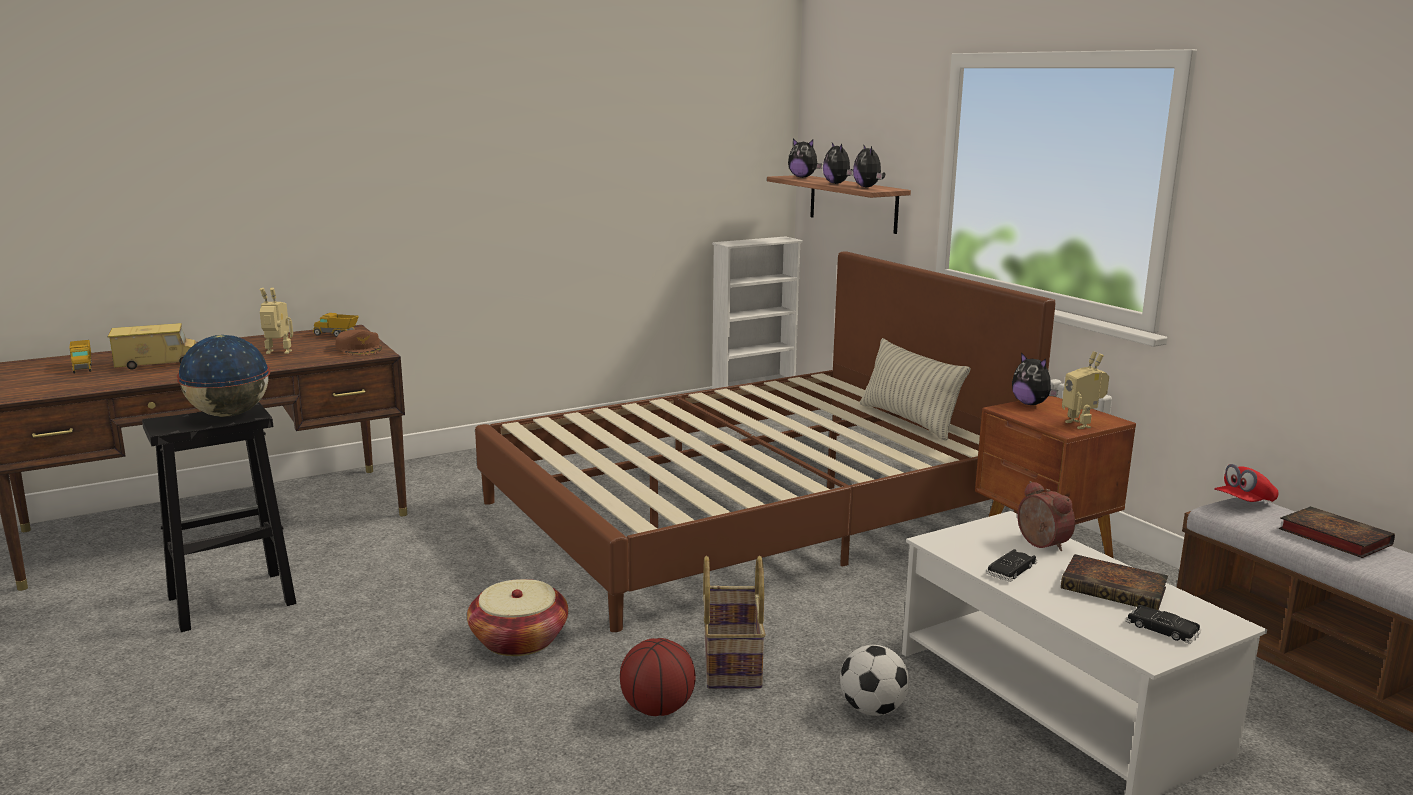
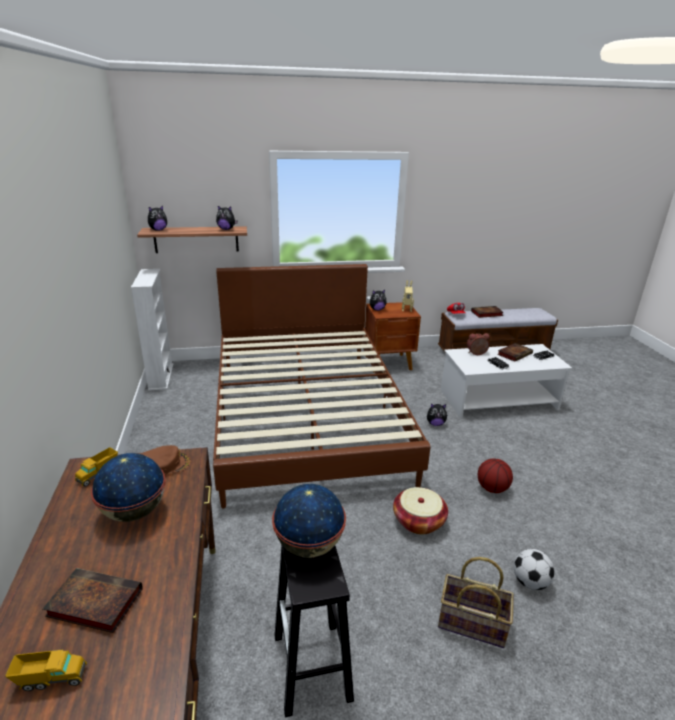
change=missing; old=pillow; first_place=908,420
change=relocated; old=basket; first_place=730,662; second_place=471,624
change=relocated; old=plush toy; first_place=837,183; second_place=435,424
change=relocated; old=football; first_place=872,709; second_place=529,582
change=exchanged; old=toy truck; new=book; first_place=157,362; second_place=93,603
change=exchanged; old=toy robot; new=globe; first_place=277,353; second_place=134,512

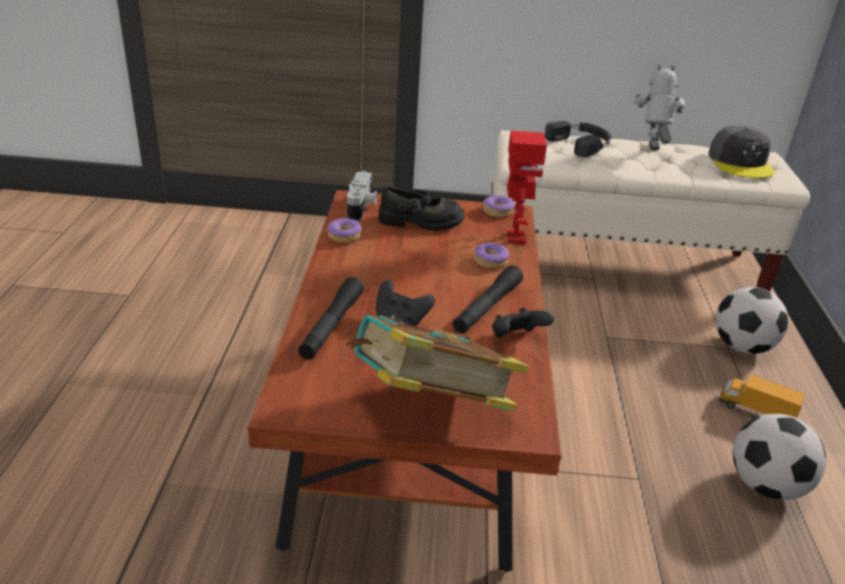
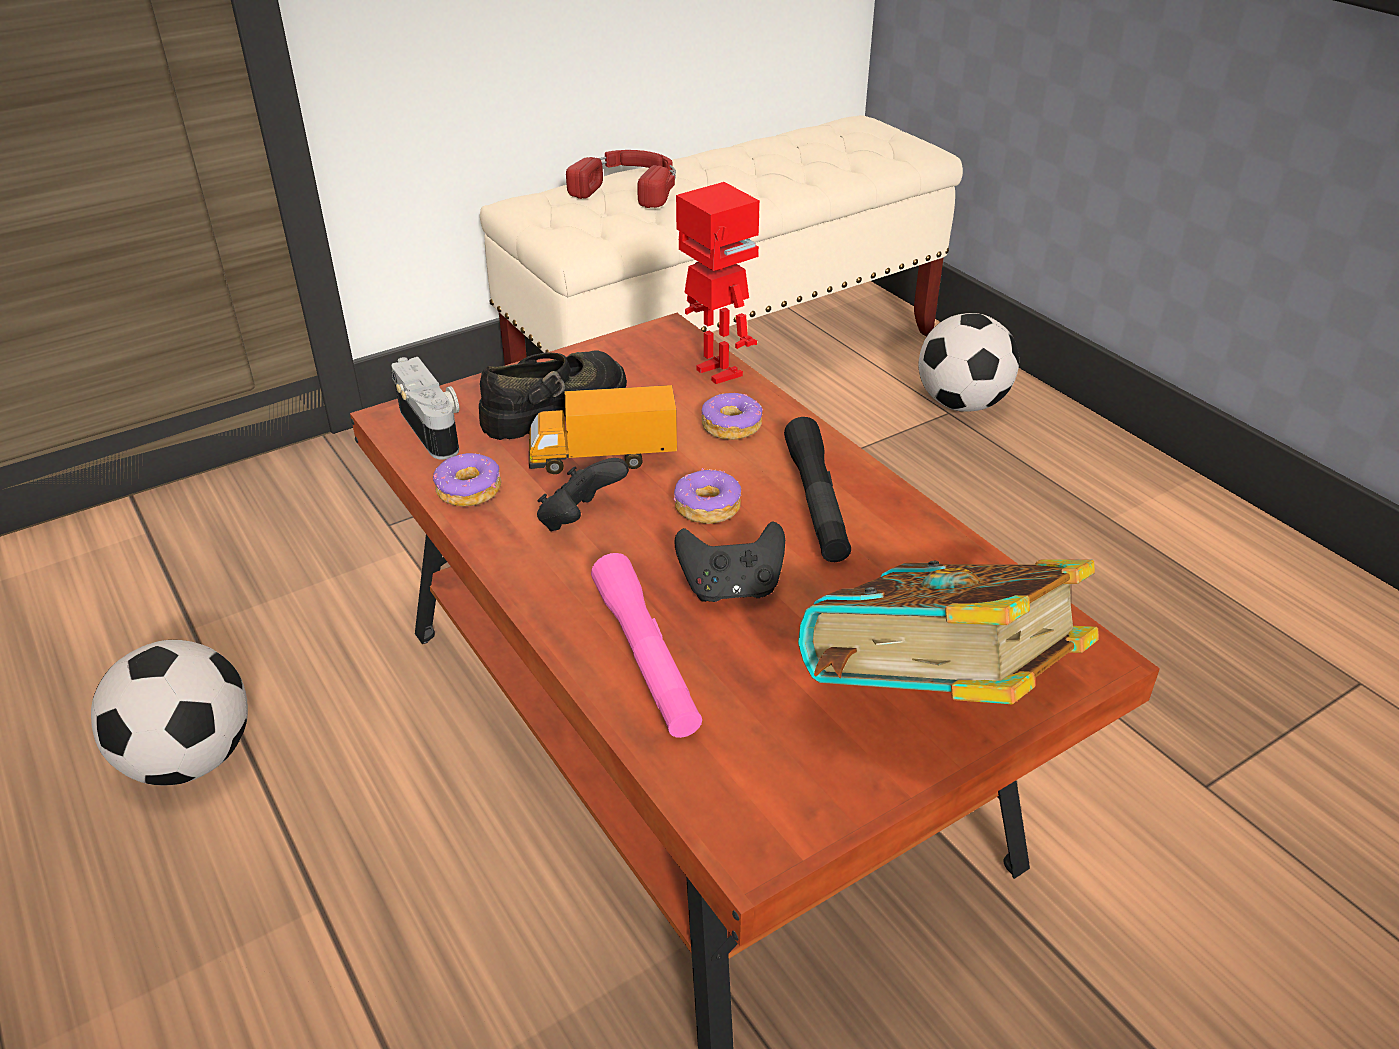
change=missing; old=toy robot; first_place=651,152
change=missing; old=cap (grey); first_place=740,163
change=relocated; old=donut; first_place=497,211; second_place=707,507
change=relocated; old=game controller (black); first_place=516,338; second_place=580,520
change=relocated; old=toy truck; first_place=755,411; second_place=603,459
change=relocated; old=football; first_place=765,485; second_place=190,759
change=colour; old=flashlight (black); new=flashlight (pink); first_place=331,326; second_place=646,657
change=colour; old=headphones (black); new=headphones (red); first_place=581,144; second_place=629,187

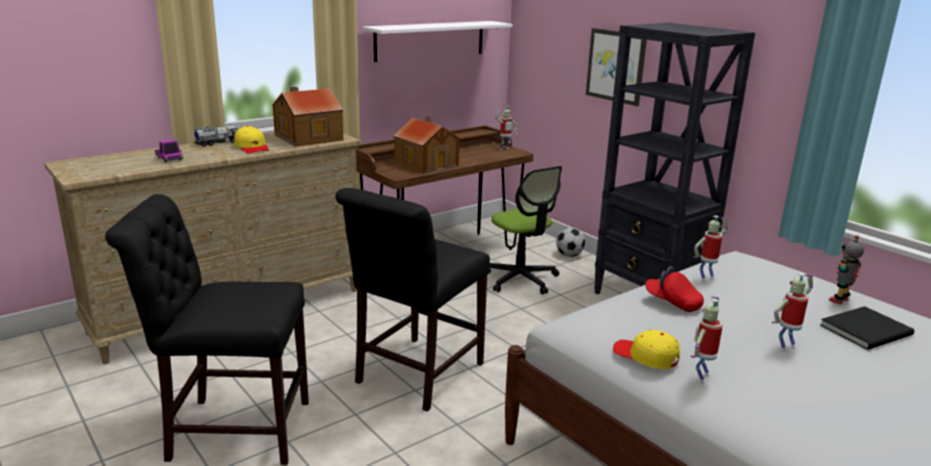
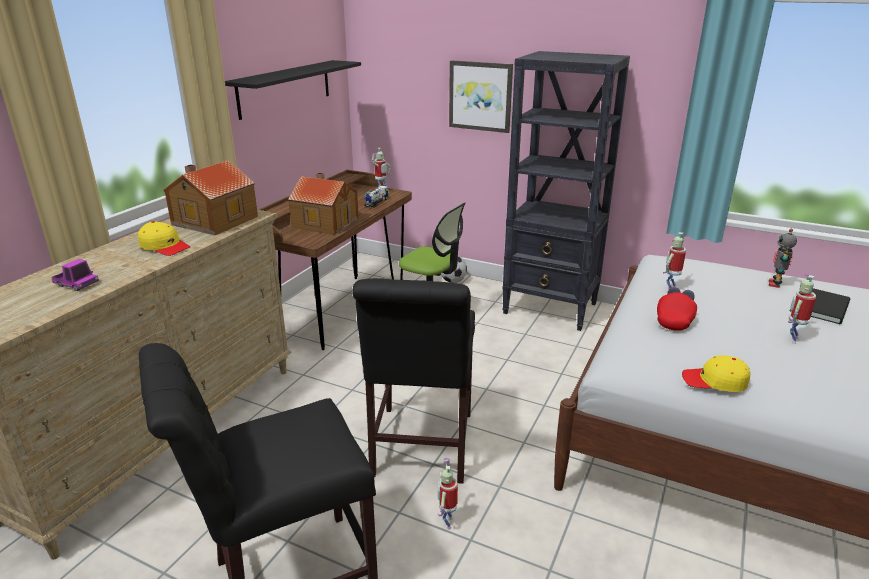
change=relocated; old=toy truck; first_place=217,143; second_place=376,202
change=relocated; old=toy robot; first_place=700,377; second_place=447,522
change=colour; old=shelf (white); new=shelf (black); first_place=430,40; second_place=285,88
change=spun; old=cap (red); first_place=672,302; second_place=674,320; degrees=105

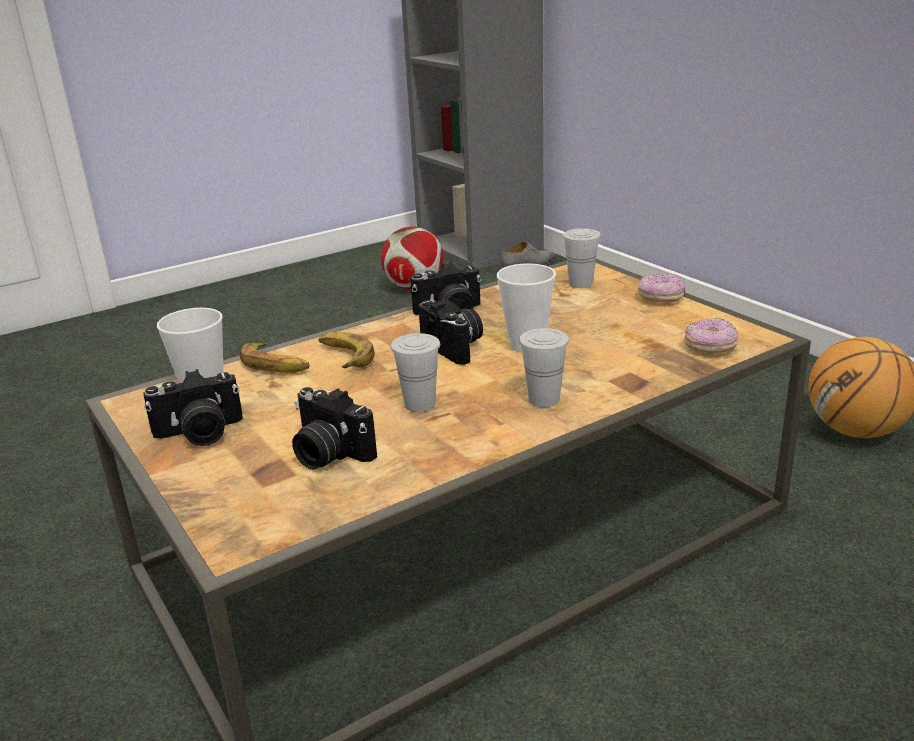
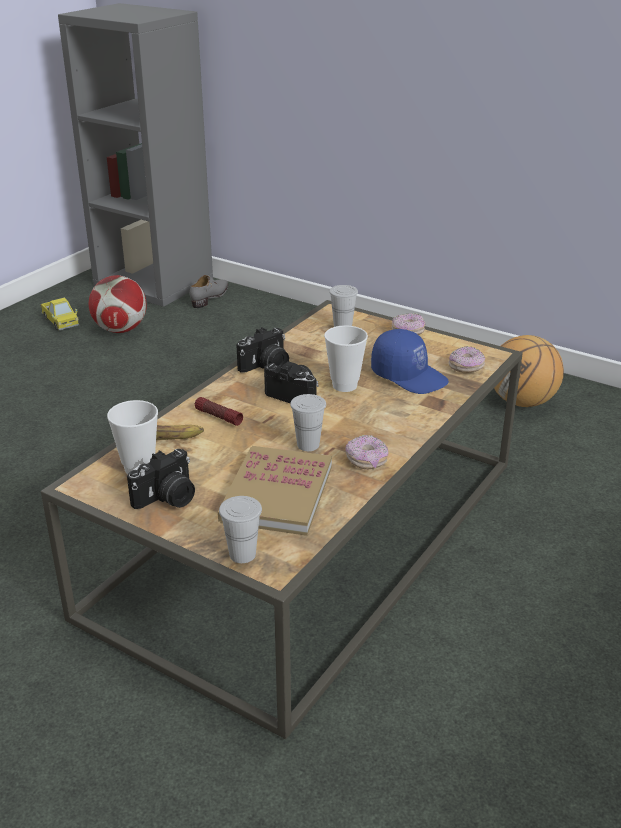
change=appeared; new=toy truck; second_place=60,322
change=appeared; new=donut; second_place=366,461
change=appeared; new=cap (blue); second_place=409,376
change=relocated; old=cup (white); first_place=544,399; second_place=242,554
change=exchanged; old=photo camera; new=book; first_place=328,454; second_place=277,494
change=exchanged; old=banana; new=flashlight; first_place=344,356; second_place=218,417

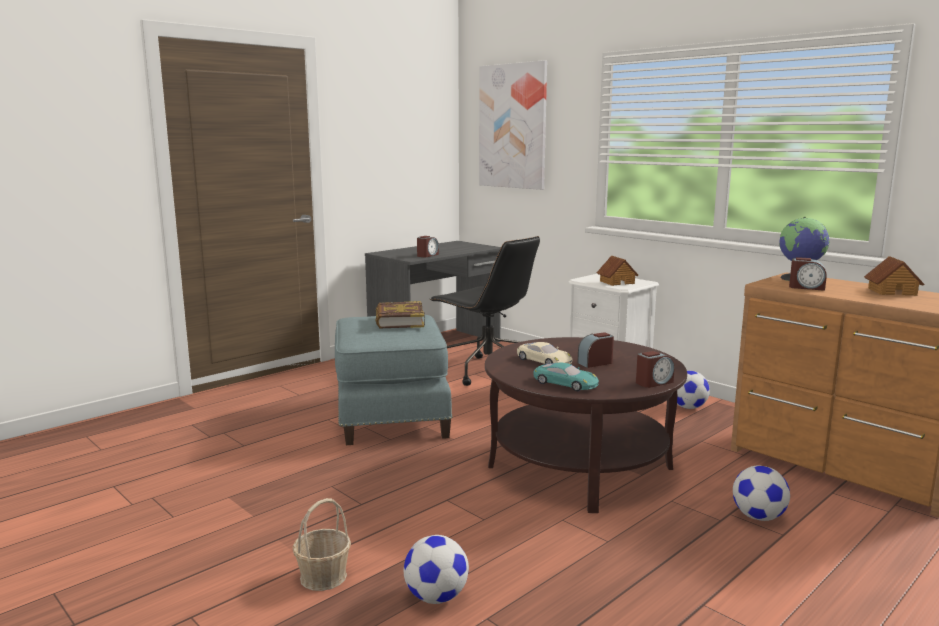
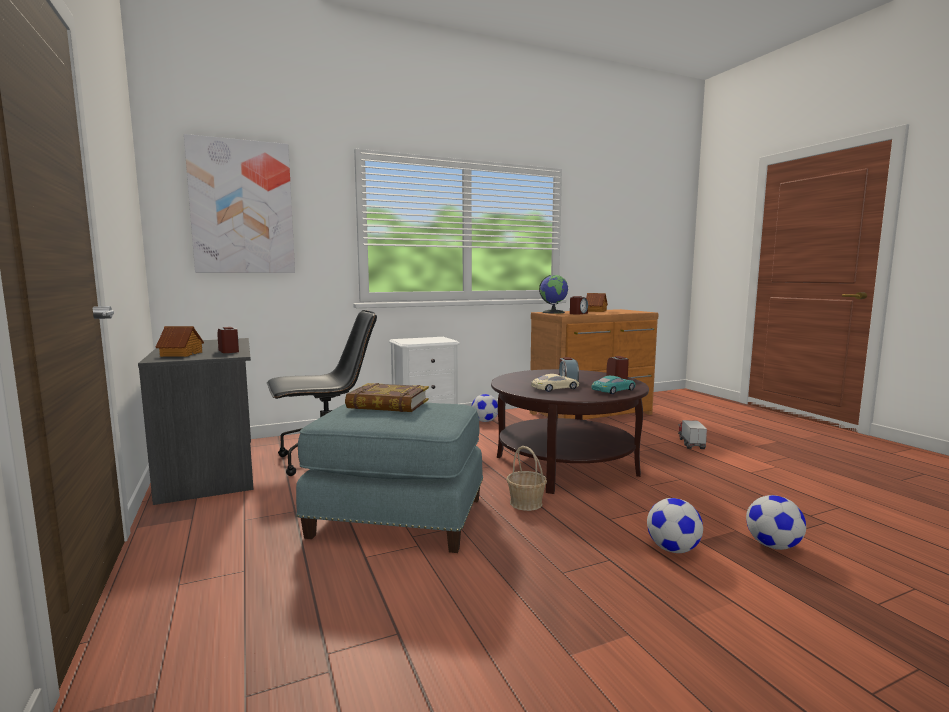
change=appeared; new=toy truck; second_place=691,443
change=relocated; old=basket; first_place=323,577; second_place=526,503
change=relocated; old=toy house; first_place=616,282; second_place=181,354
change=relocated; old=football; first_place=758,517; second_place=672,549

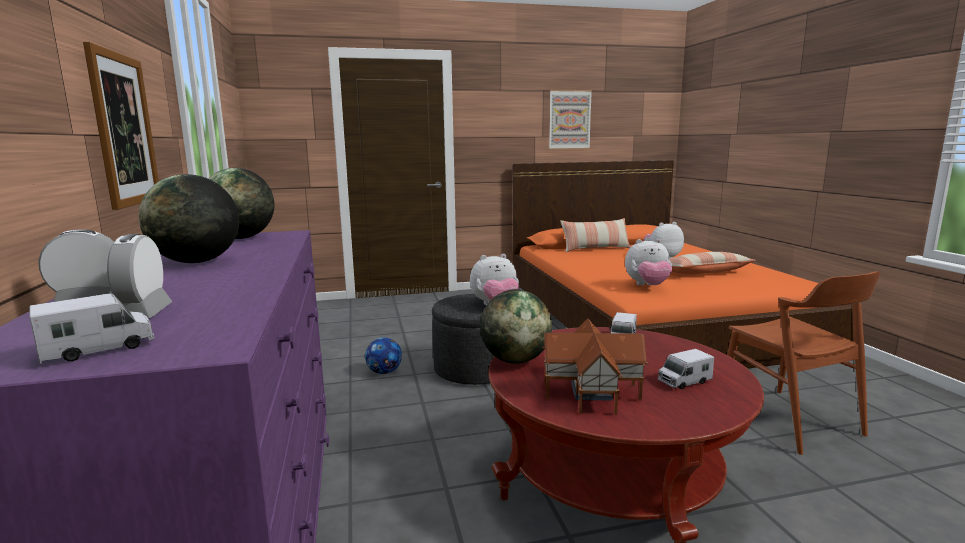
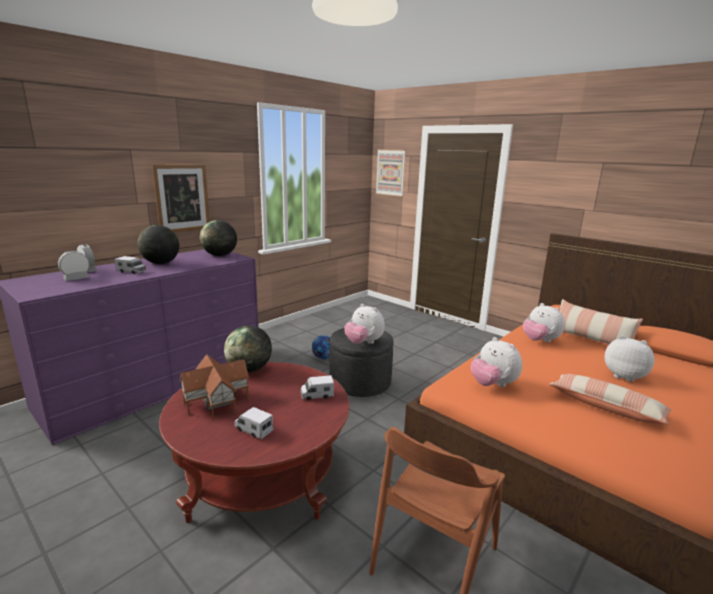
change=appeared; new=plush toy; second_place=540,341
change=relocated; old=toy truck; first_place=98,349; second_place=131,272
change=relocated; old=picture; first_place=569,120; second_place=390,172

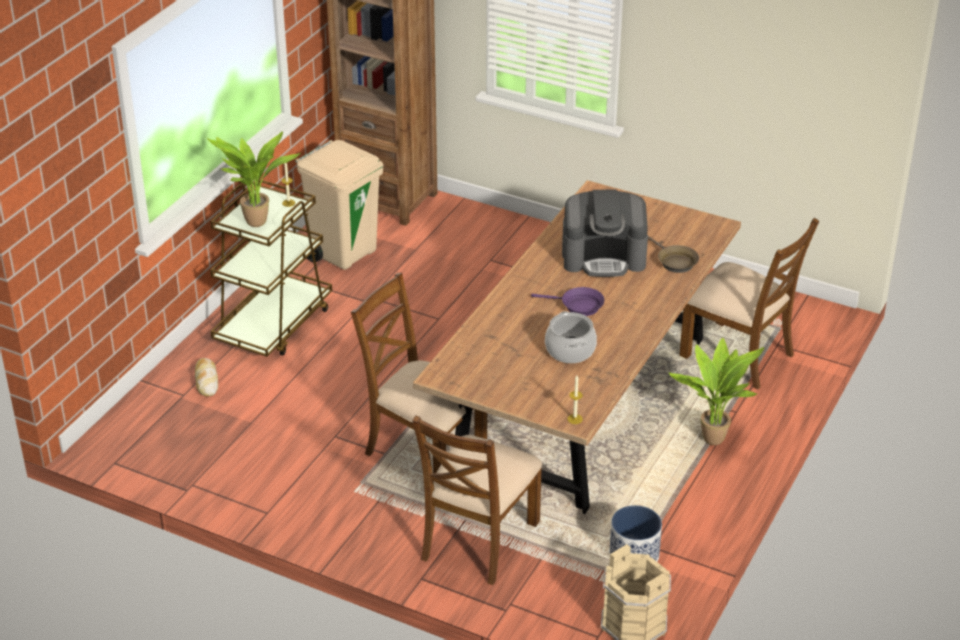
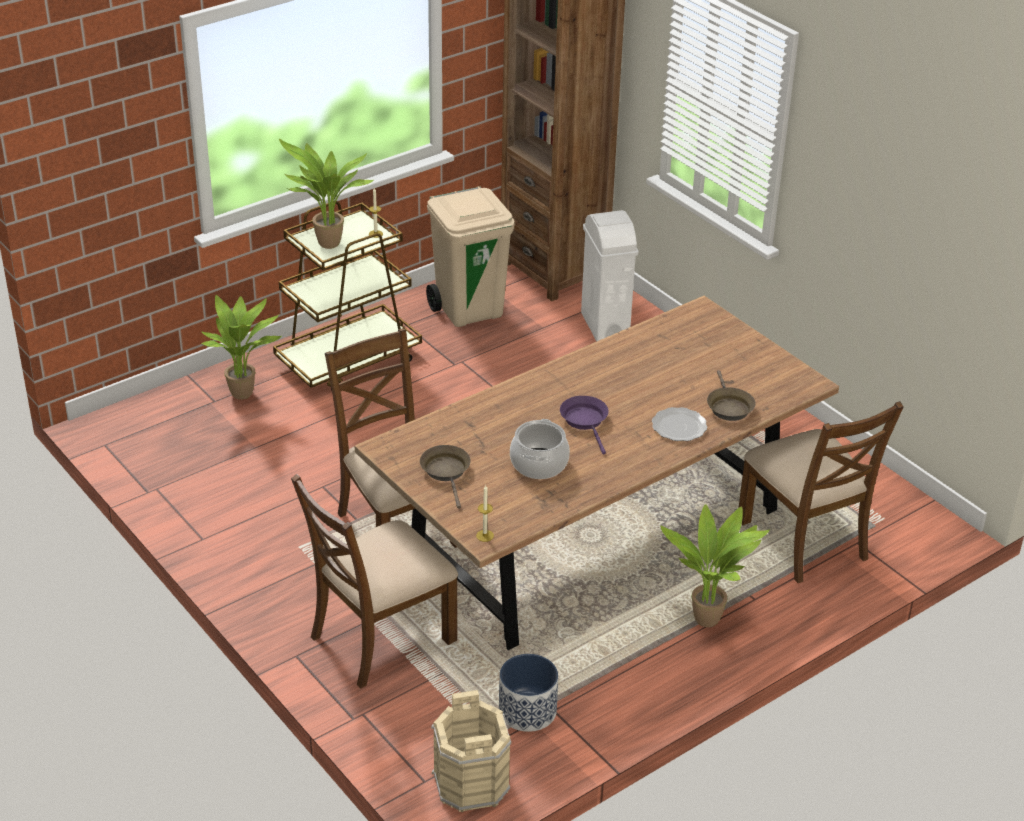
change=missing; old=coffee machine; first_place=604,257
change=appeared; new=frying pan (brown); second_place=446,472
change=appeared; new=trash can (white); second_place=605,325
change=appeared; new=plate; second_place=679,426
change=exchanged; old=bread; new=potted plant; first_place=206,381; second_place=246,394
change=spun; old=frying pan (purple); first_place=578,306; second_place=585,421; degrees=-150

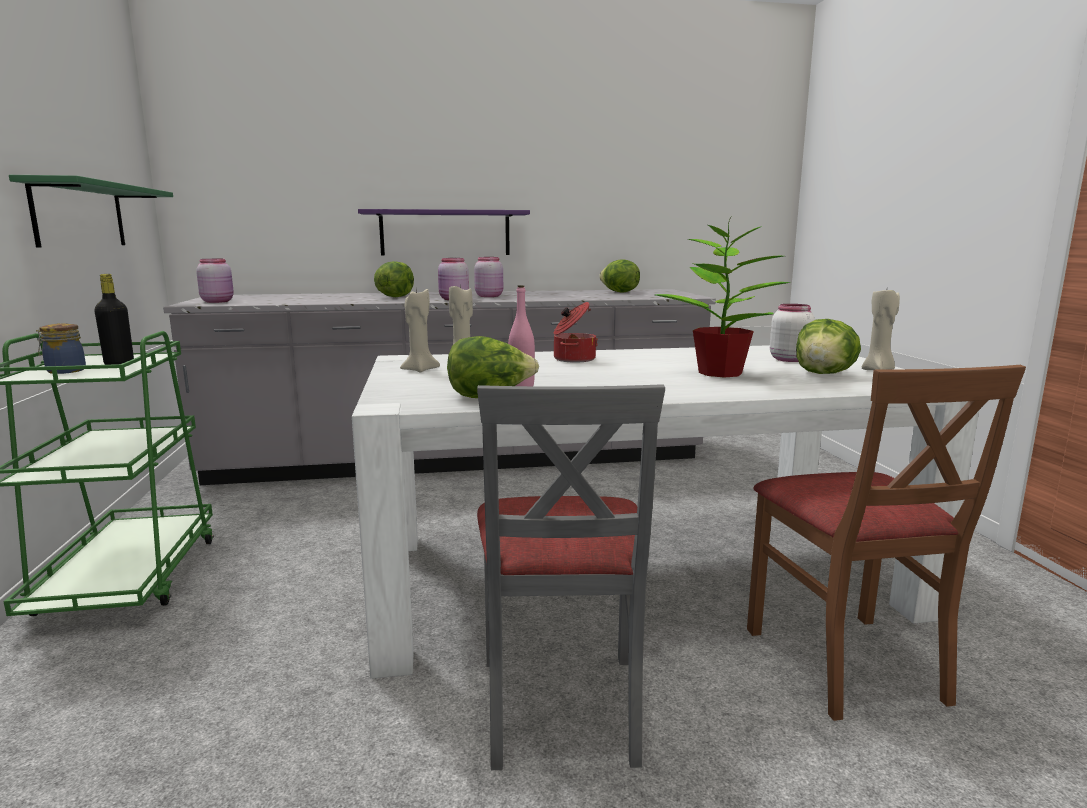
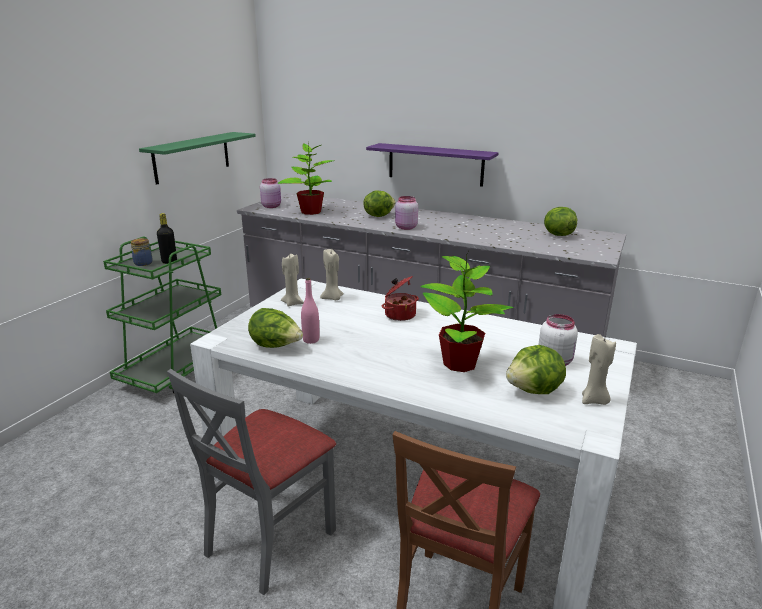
change=missing; old=jar (pink); first_place=489,296
change=appeared; new=potted plant; second_place=310,212

